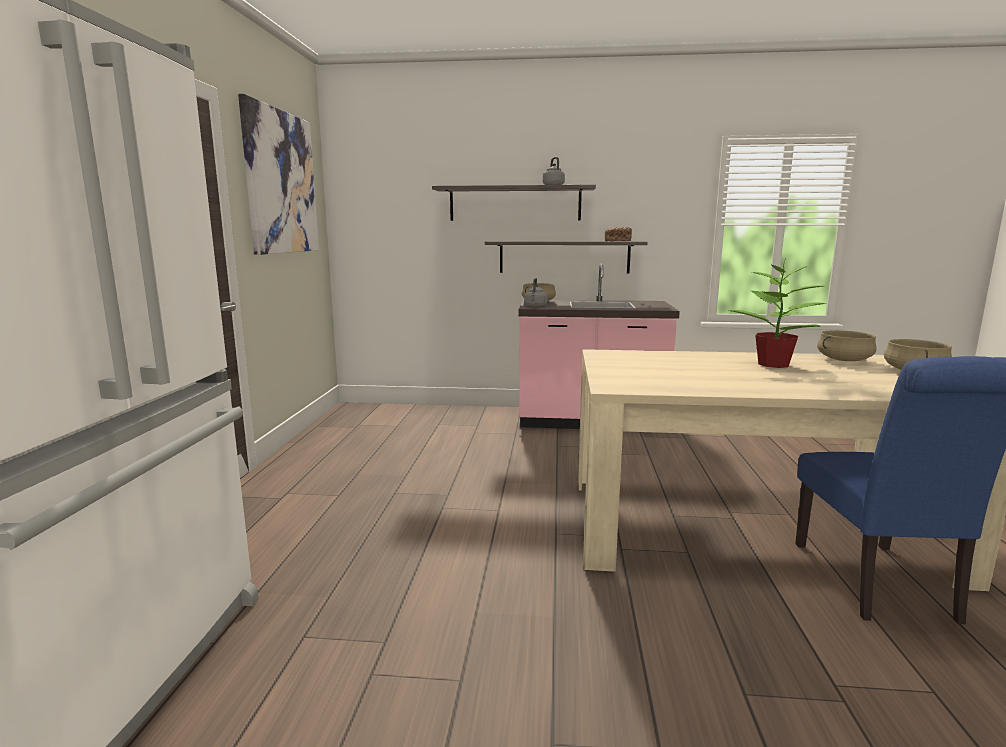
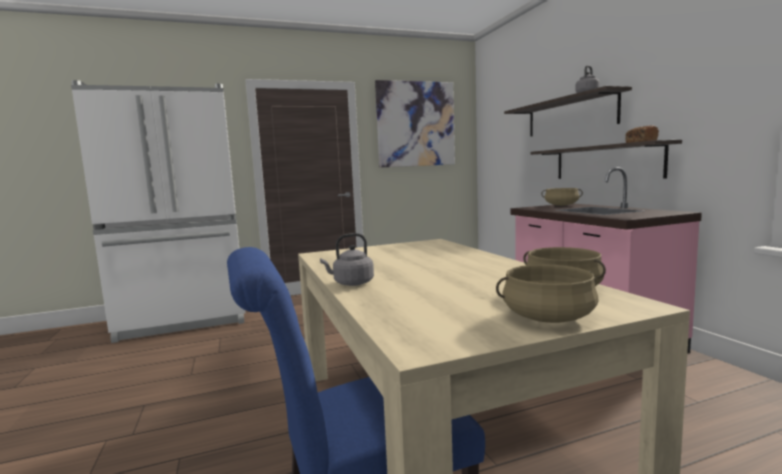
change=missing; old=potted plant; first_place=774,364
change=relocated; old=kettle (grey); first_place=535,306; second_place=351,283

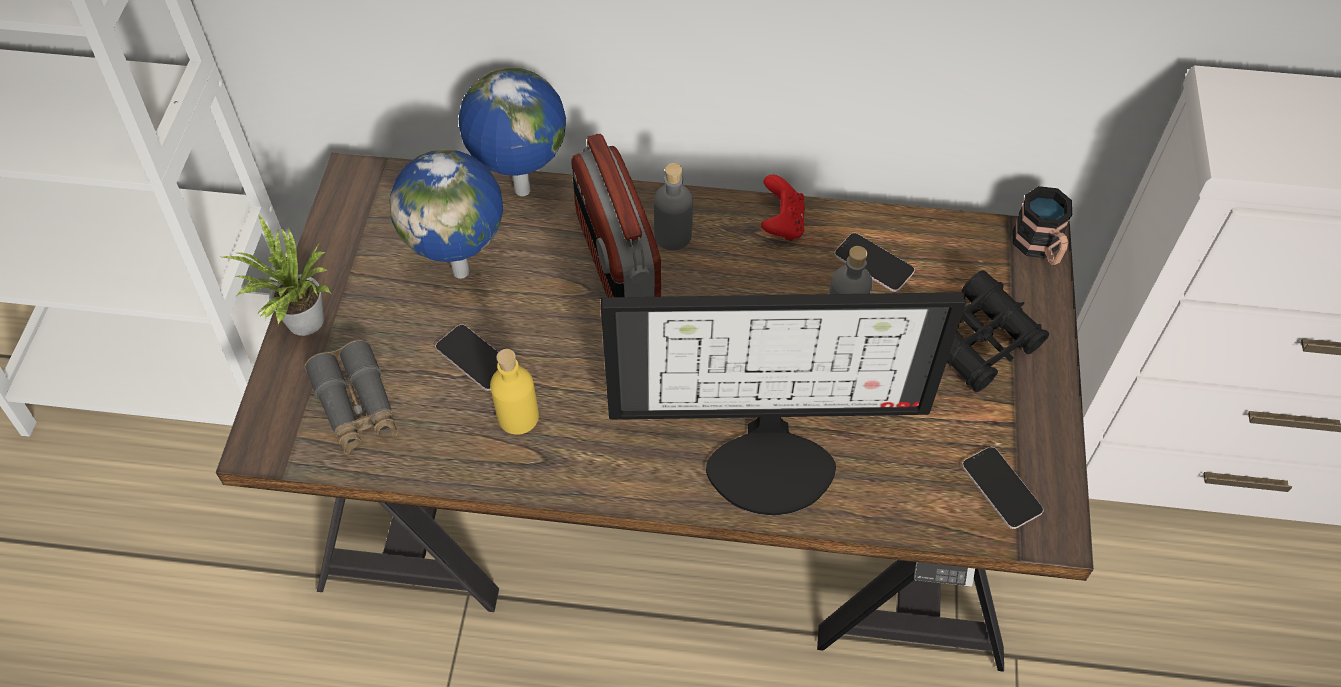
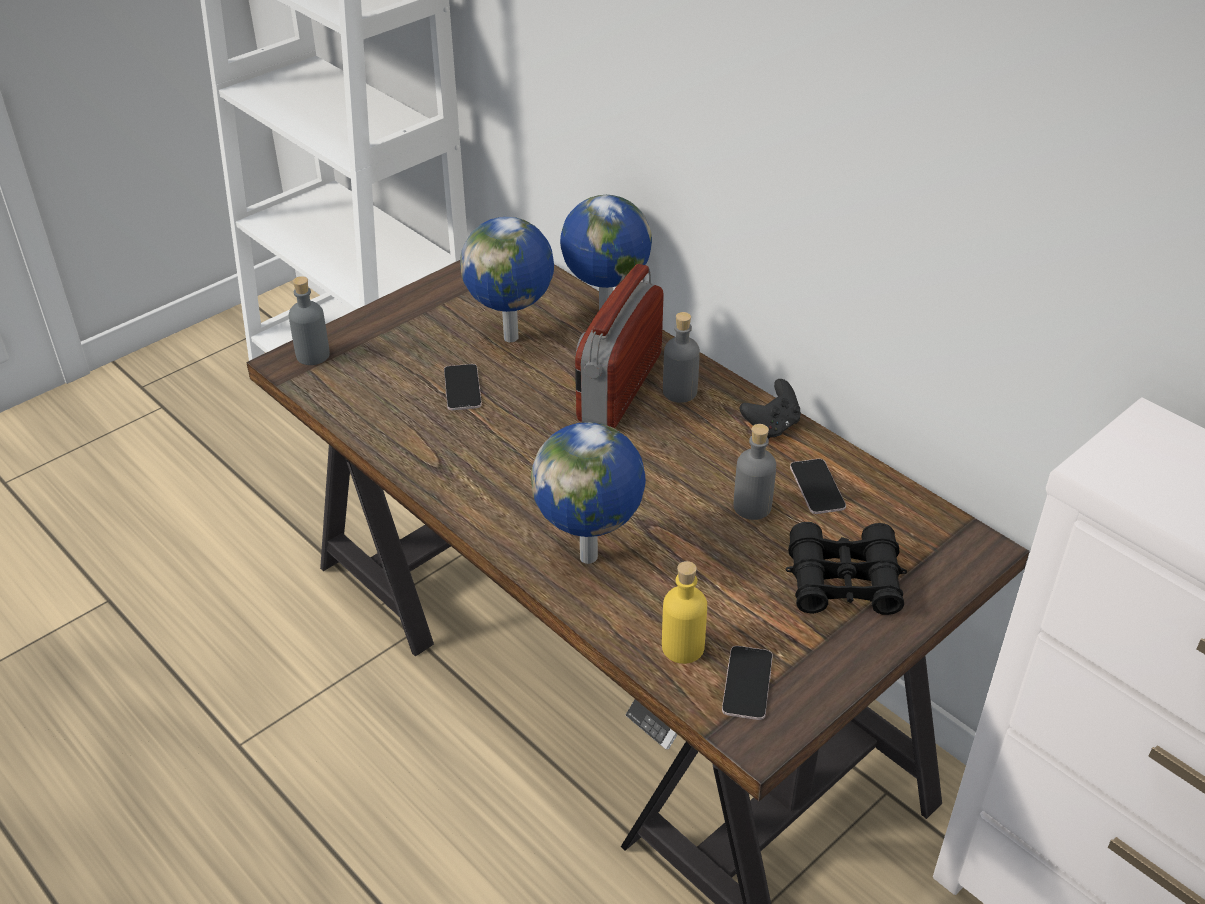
change=missing; old=potted plant; first_place=300,323
change=missing; old=binoculars (grey); first_place=357,406
change=missing; old=mug; first_place=1039,247
change=appeared; new=bottle (grey); second_place=313,355
change=relocated; old=bottle (yellow); first_place=518,417; second_place=682,647
change=exchanged; old=monitor; new=globe; first_place=772,458; second_place=591,557
change=colour; old=game controller (red); new=game controller (black); first_place=781,224; second_place=771,426

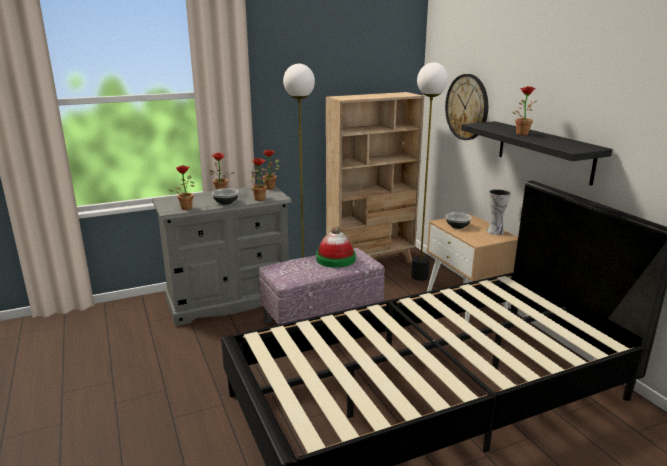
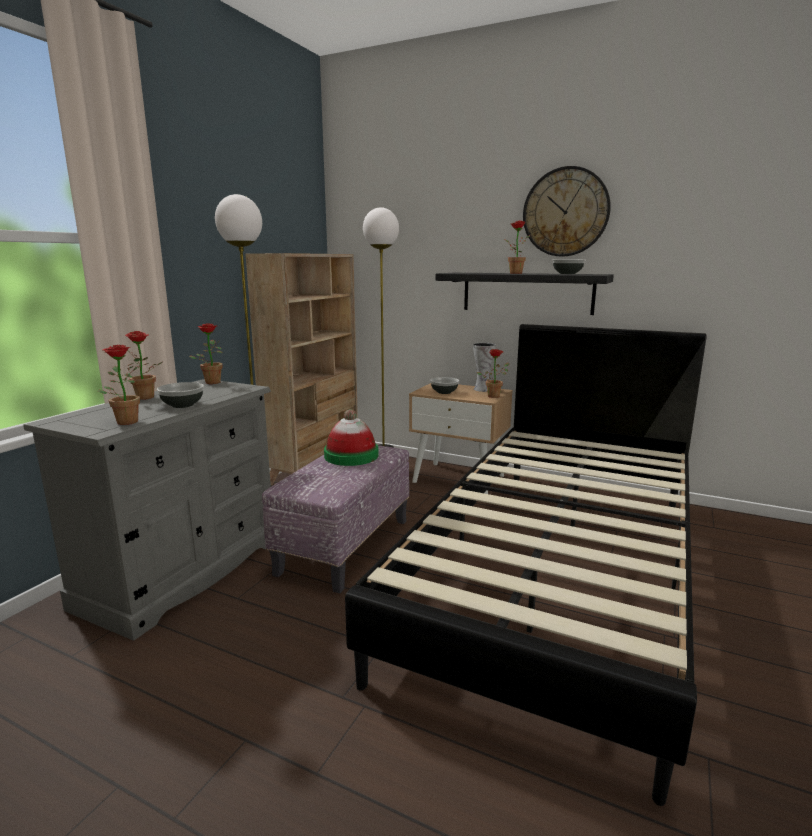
change=appeared; new=bowl; second_place=567,273
change=relocated; old=potted plant; first_place=262,199; second_place=494,395
change=relocated; old=wall clock; first_place=467,107; second_place=565,212

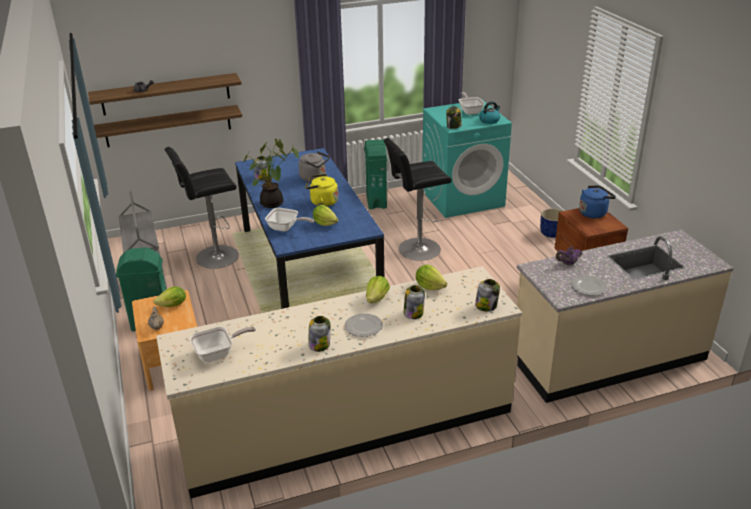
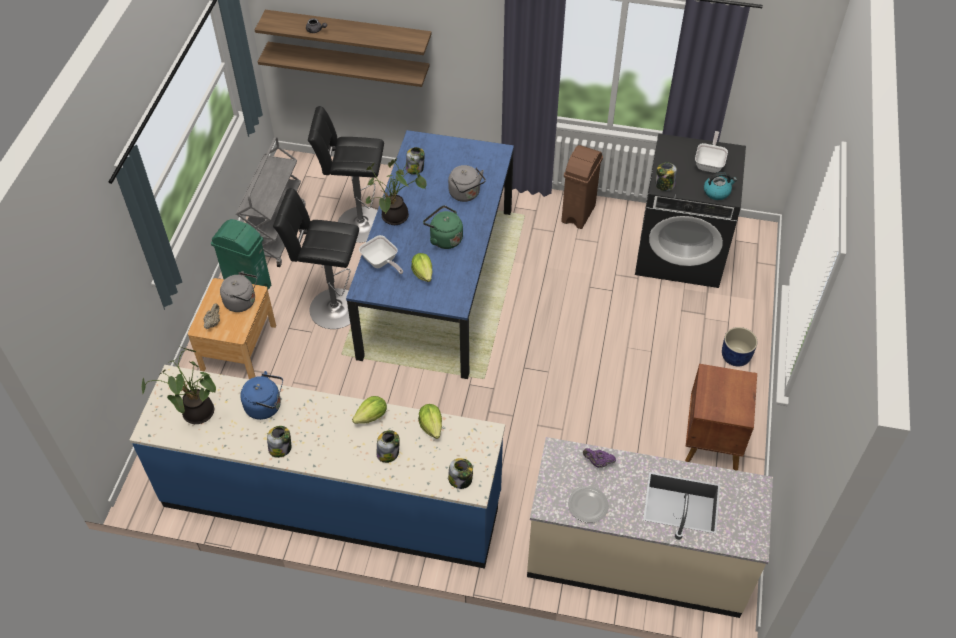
change=missing; old=plate; first_place=363,326
change=relocated; old=stool (black); first_place=416,249; second_place=330,308
change=relocated; old=kettle (blue); first_place=594,213; second_place=266,406
change=exchanged; old=lettuce; new=kettle (grey); first_place=173,305; second_place=242,302
change=exchanged; old=frying pan; new=potted plant; first_place=218,354; second_place=196,414
change=colour; old=counter (beige); new=counter (blue); first_place=347,424; second_place=332,500
change=colour; old=kettle (yellow); new=kettle (green); first_place=322,202; second_place=444,238
change=colour; old=trash can (green); new=trash can (brown); first_place=376,202; second_place=578,213
change=colour; old=washing machine (turquoise); new=washing machine (black); first_place=463,198; second_place=681,252

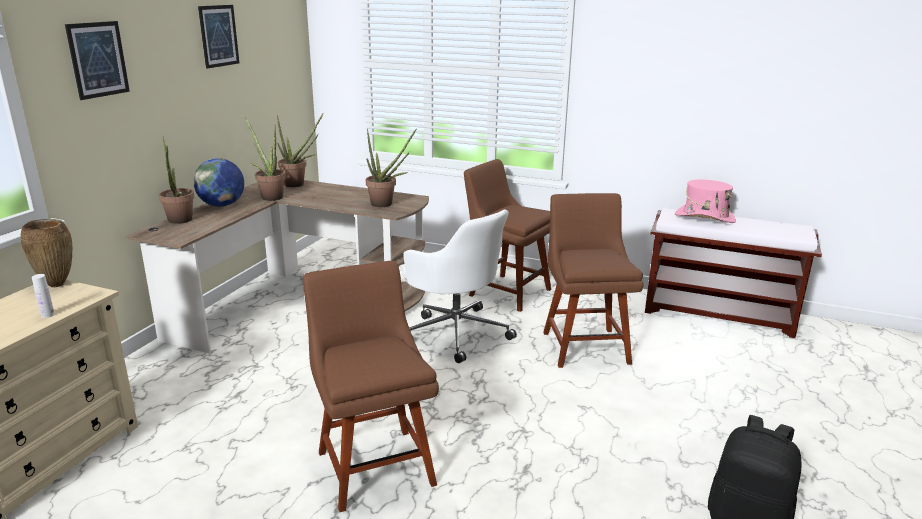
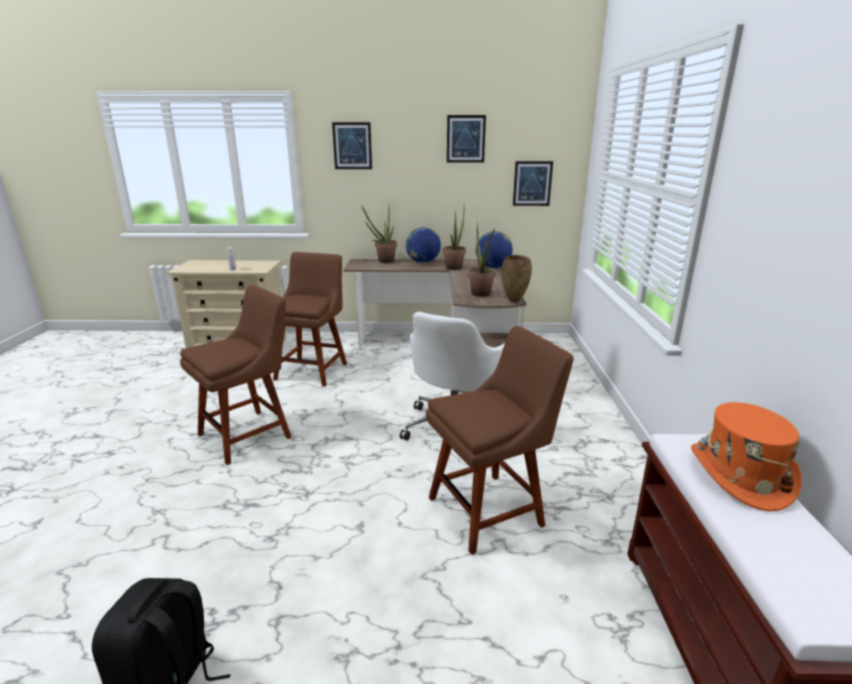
change=appeared; new=picture; second_place=532,183
change=relocated; old=vase (brown); first_place=58,285; second_place=515,301
change=relocated; old=chair (brown); first_place=506,291; second_place=313,370
change=exchanged; old=potted plant; new=globe; first_place=298,184; second_place=493,267
change=colour; old=hat (pink); new=hat (orange); first_place=704,217; second_place=739,475

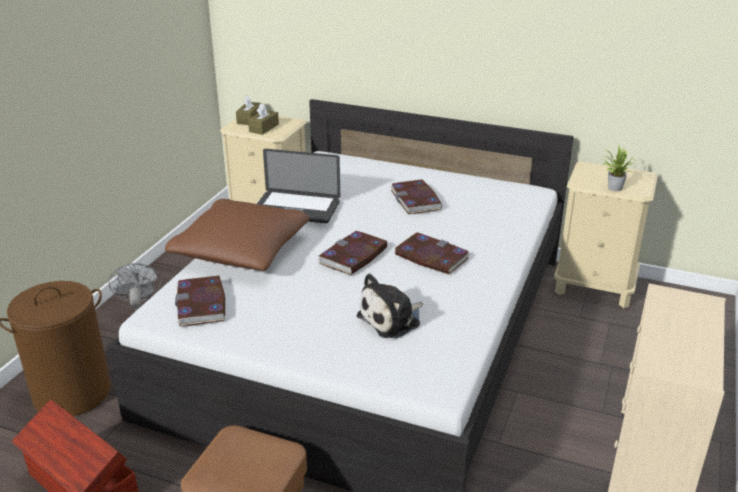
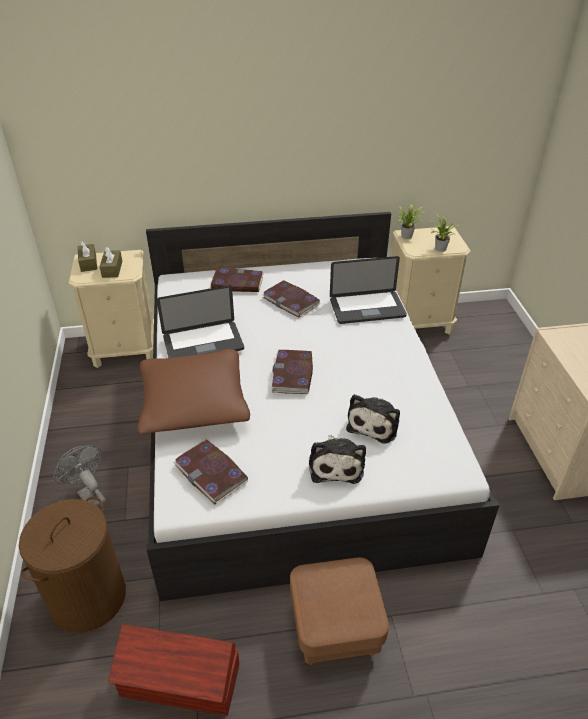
change=appeared; new=plush toy; second_place=336,464
change=appeared; new=laptop; second_place=367,308
change=appeared; new=potted plant; second_place=408,236
change=relocated; old=book; first_place=431,256; second_place=237,283

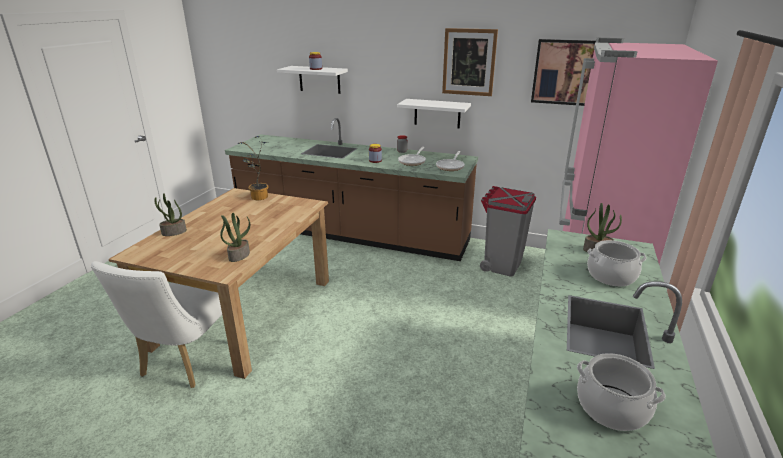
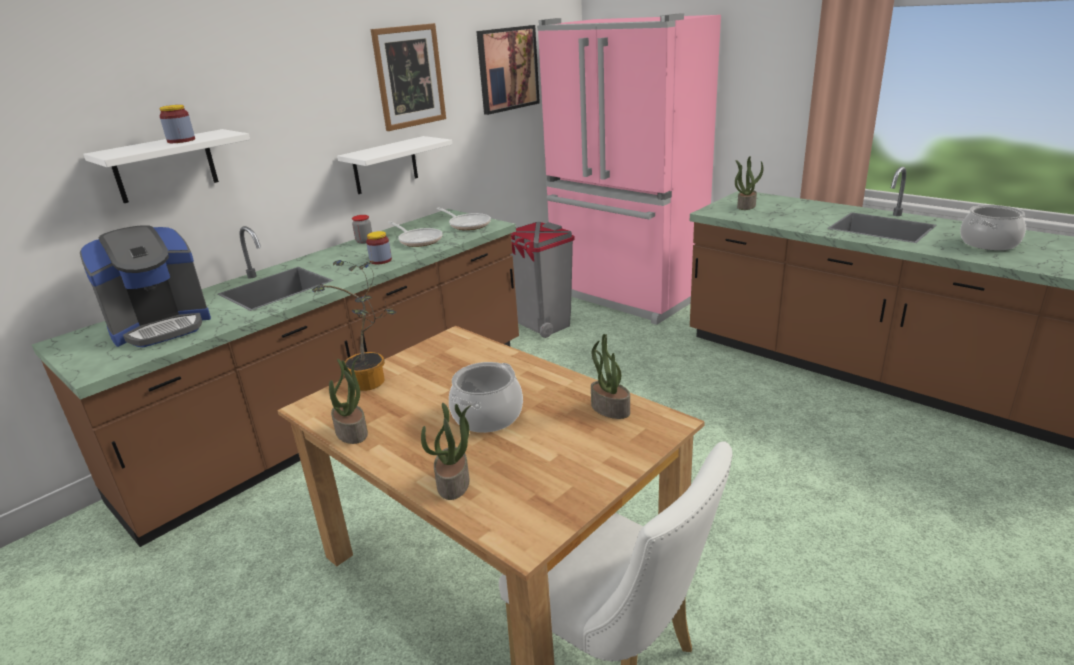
change=appeared; new=coffee machine; second_place=161,326
change=appeared; new=potted plant; second_place=352,432
change=relocated; old=cooking pot; first_place=611,275; second_place=487,415

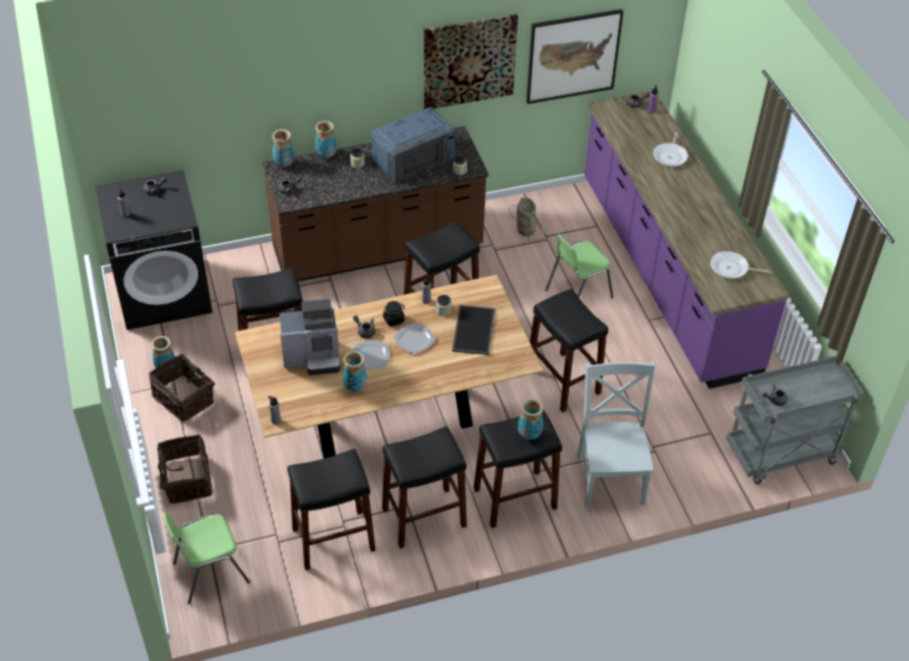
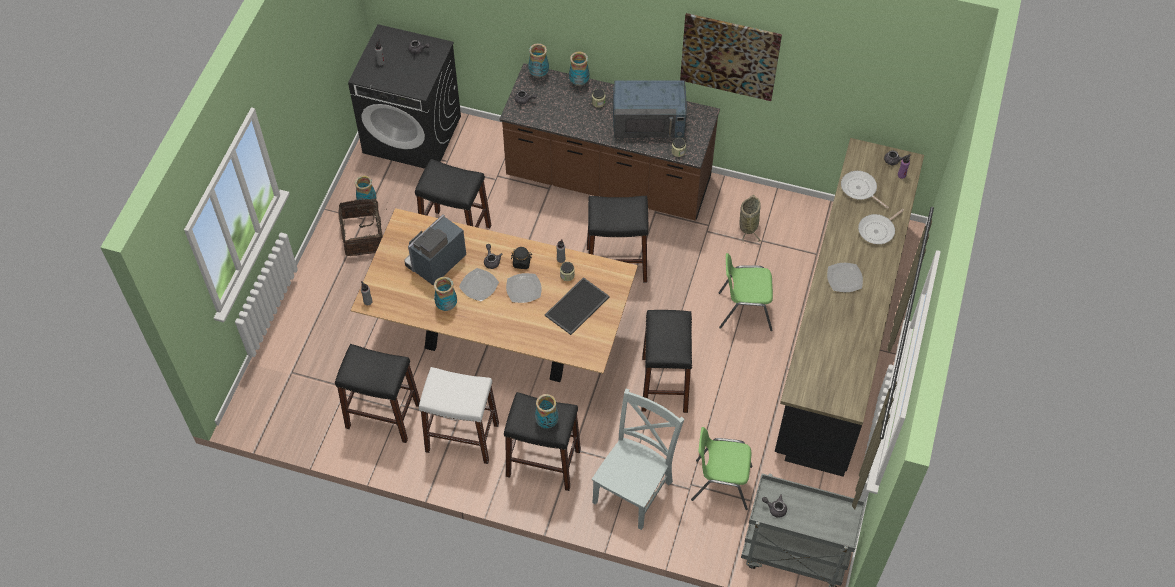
change=missing; old=basket; first_place=186,480
change=missing; old=picture; first_place=573,56
change=appeared; new=plate; second_place=844,279
change=relocated; old=chair (green); first_place=210,572; second_place=720,483
change=relocated; old=frying pan; first_place=731,268; second_place=860,189
change=colour; old=stool (black); new=stool (white); first_place=423,517; second_place=462,437
change=colour; old=counter (purple); new=counter (black); first_place=665,274; second_place=839,333
change=spun; old=coffee machine; first_place=313,358; second_place=435,263; degrees=105

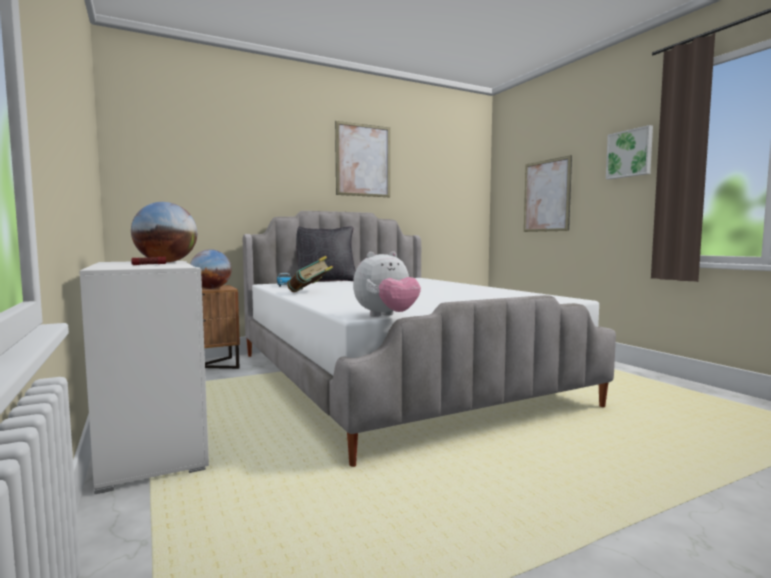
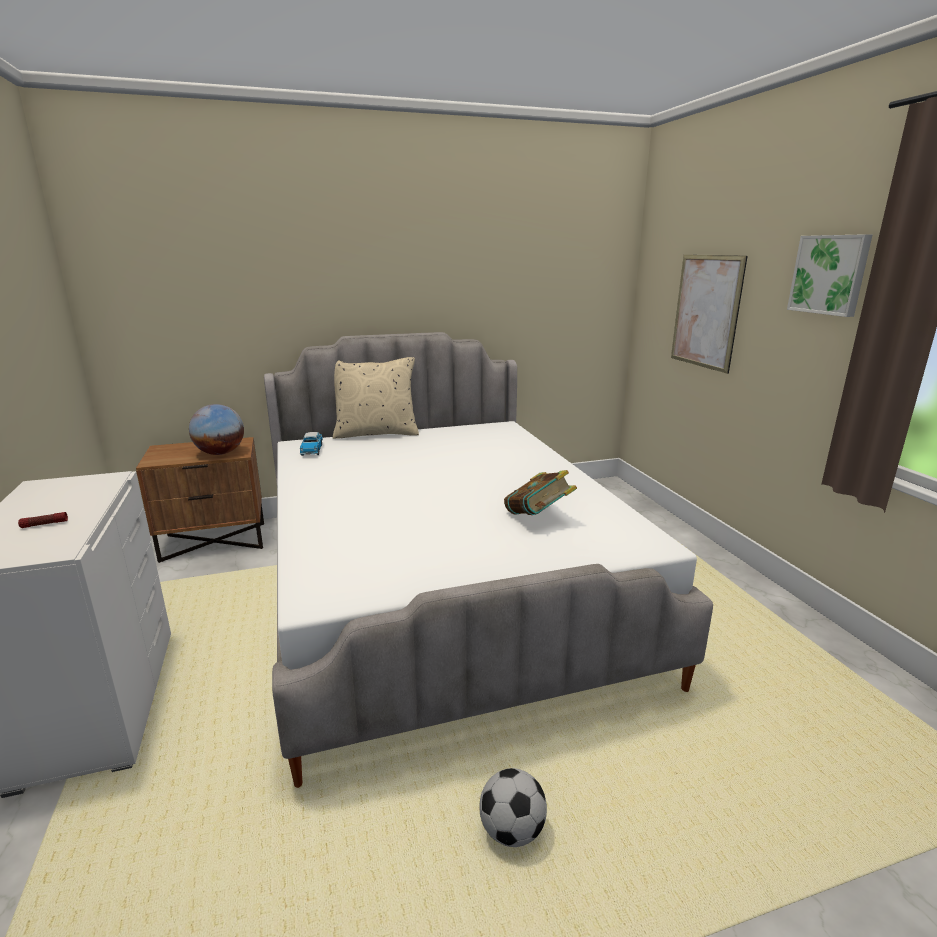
change=missing; old=globe; first_place=166,262
change=missing; old=picture; first_place=363,160
change=missing; old=plush toy; first_place=386,316
change=appeared; new=football; second_place=511,831
change=relocated; old=book; first_place=310,292; second_place=538,518
change=colour; old=pillow (black); new=pillow (beige); first_place=325,281; second_place=376,433

